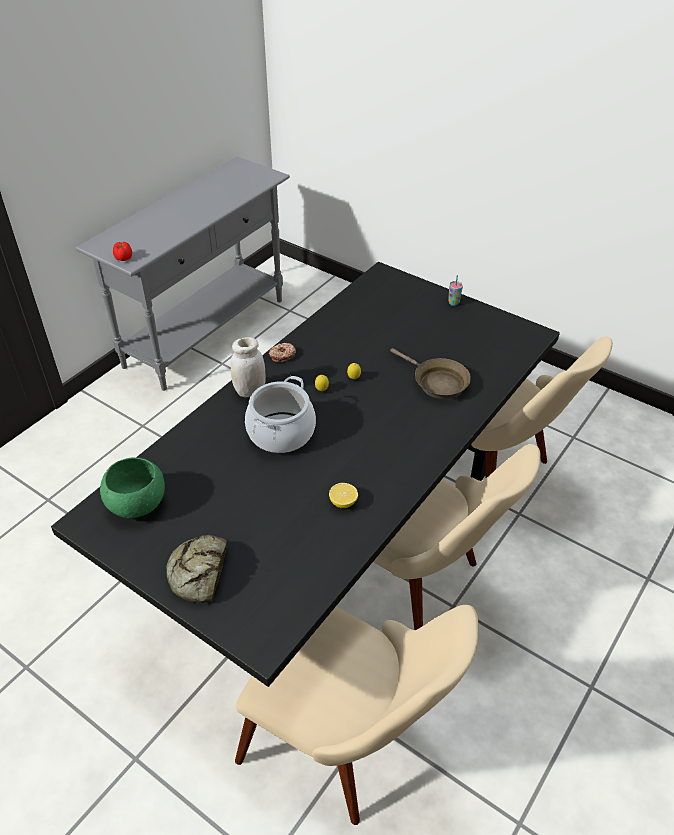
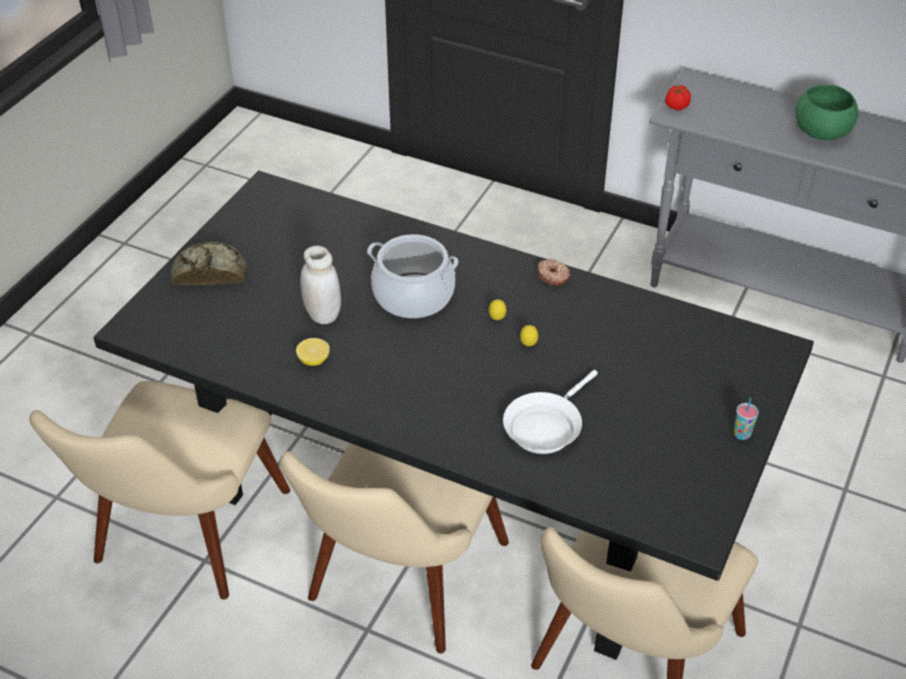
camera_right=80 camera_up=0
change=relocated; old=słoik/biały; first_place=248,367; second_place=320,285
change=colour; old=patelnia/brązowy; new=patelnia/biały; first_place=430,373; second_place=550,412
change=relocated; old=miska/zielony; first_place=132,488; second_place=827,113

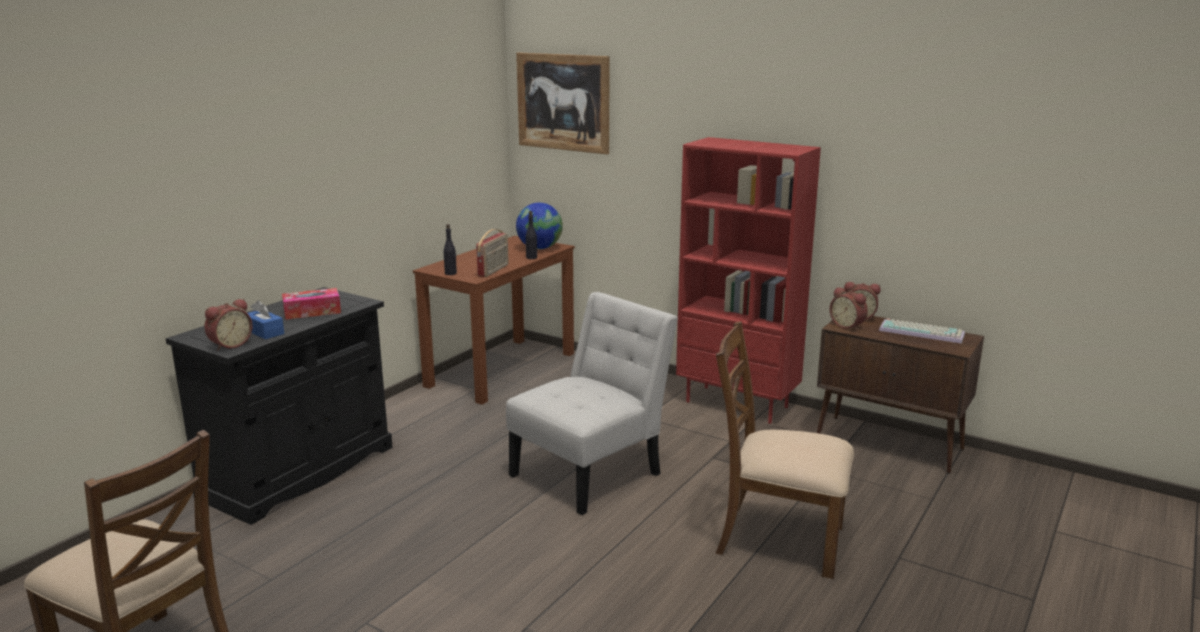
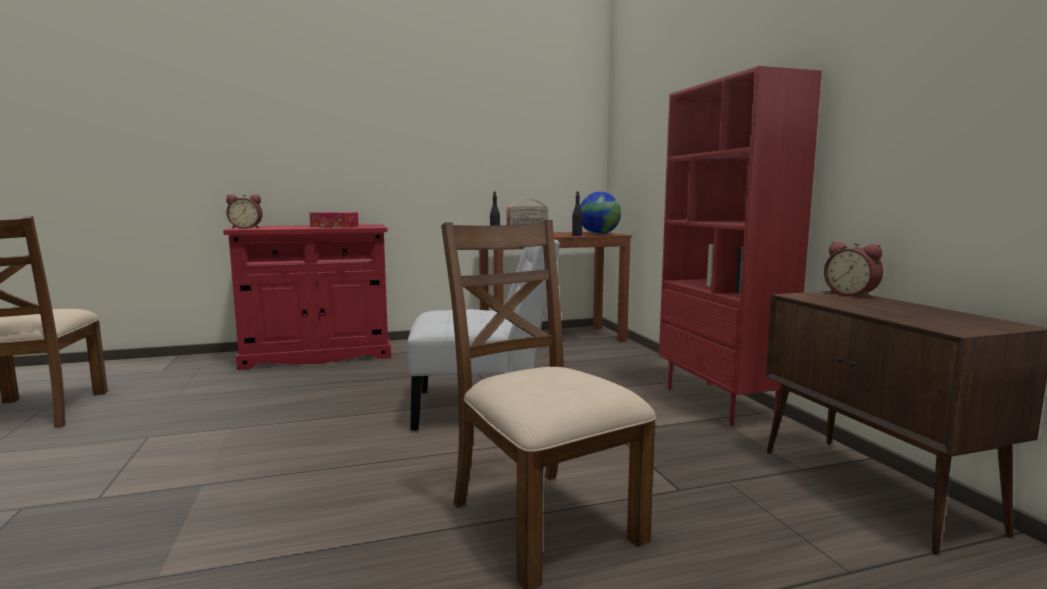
camera_right=40 camera_up=-10
change=missing; old=obraz; first_place=563,103
change=colour; old=szafka/czarny; new=szafka/czerwony; first_place=279,406; second_place=307,297
change=missing; old=budzik; first_place=849,308
change=missing; old=pudełko chusteczek/niebieski; first_place=266,319
change=missing; old=klawiatura; first_place=922,331

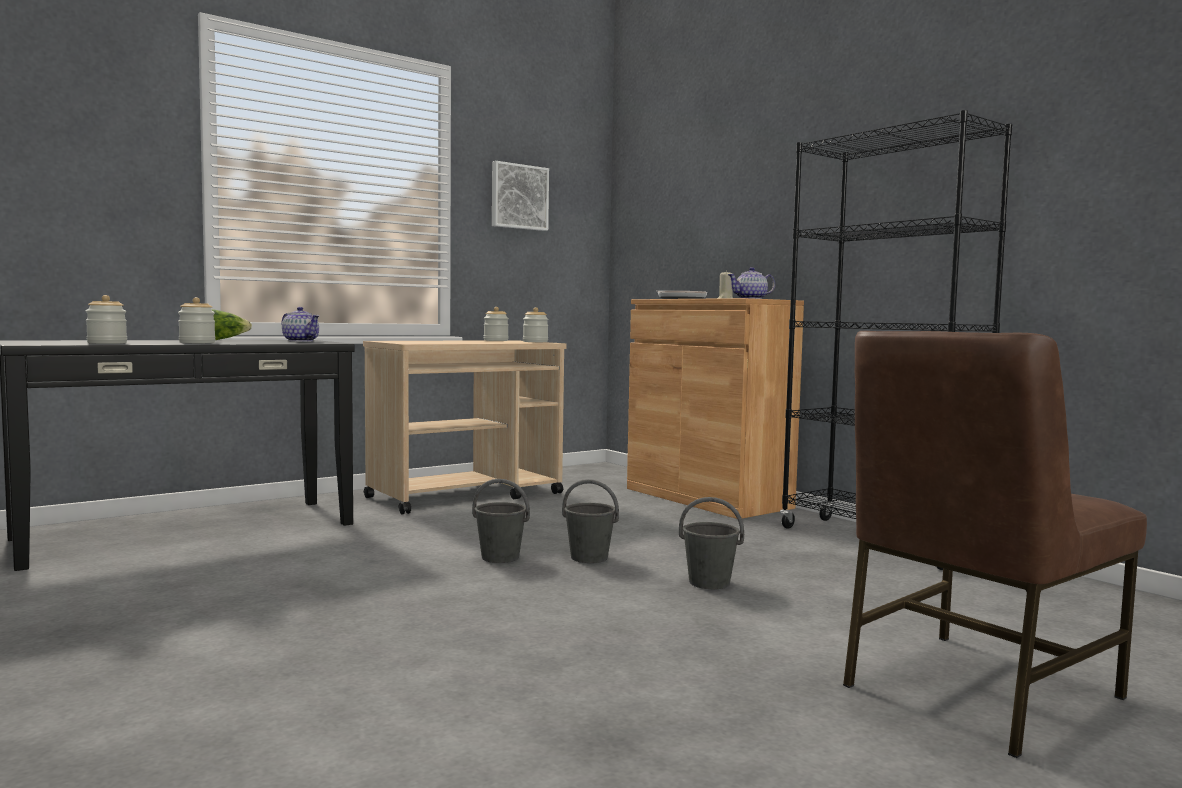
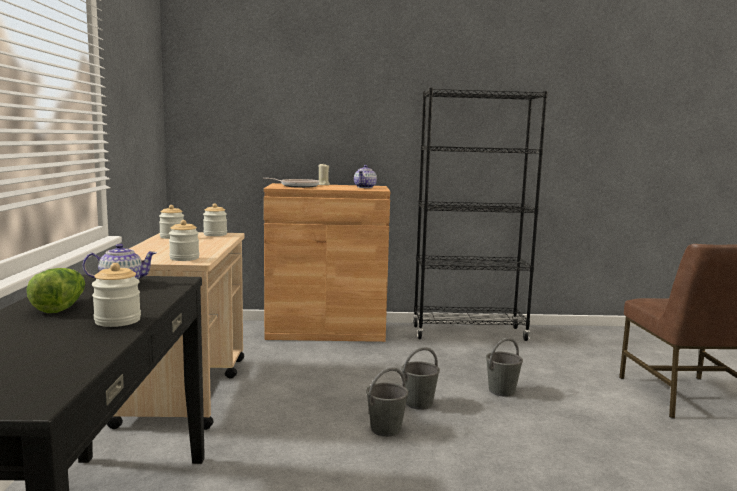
camera_right=-55 camera_up=5
change=missing; old=obraz; first_place=520,196
change=relocated; old=słoik; first_place=106,319; second_place=184,240

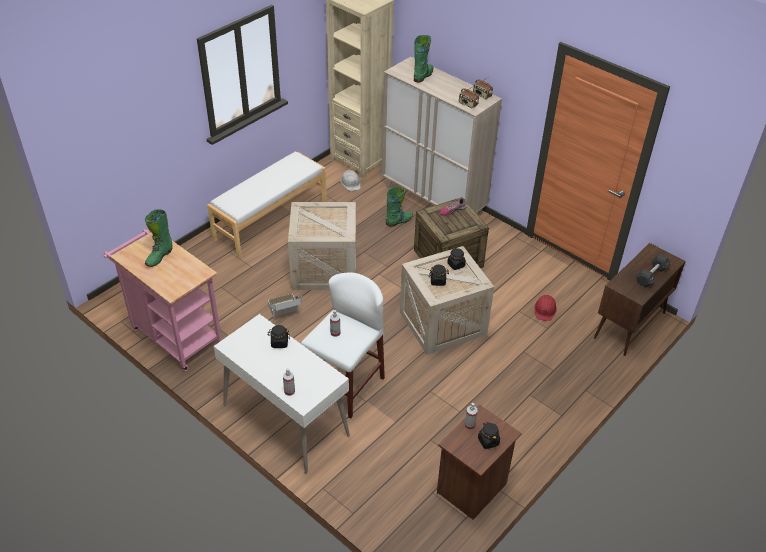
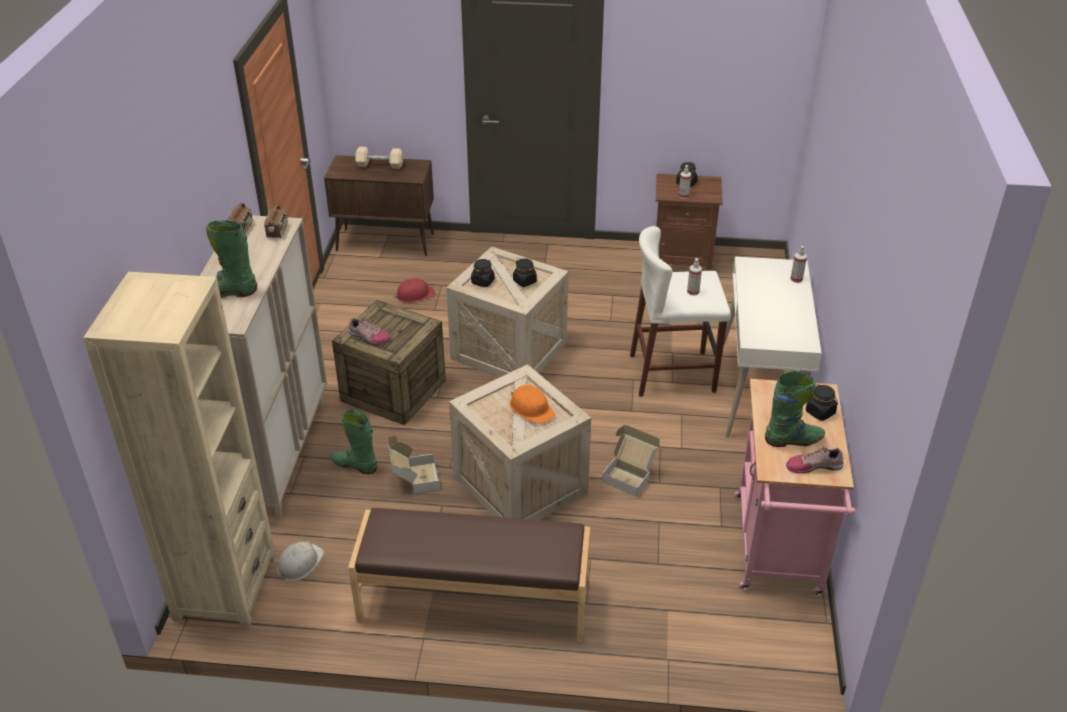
camera_right=-125 camera_up=-5
change=colour; old=ławka/biały; new=ławka/brązowy; first_place=267,205; second_place=469,575
change=colour; old=hantel/czarny; new=hantel/beżowy; first_place=653,270; second_place=379,158
change=relocated; old=słoik/czarny; first_place=279,336; second_place=822,402
change=appeared; new=kask/pomarańczowy; second_place=532,404
change=appeared; new=karton; second_place=414,464
change=appeared; new=but; second_place=815,460

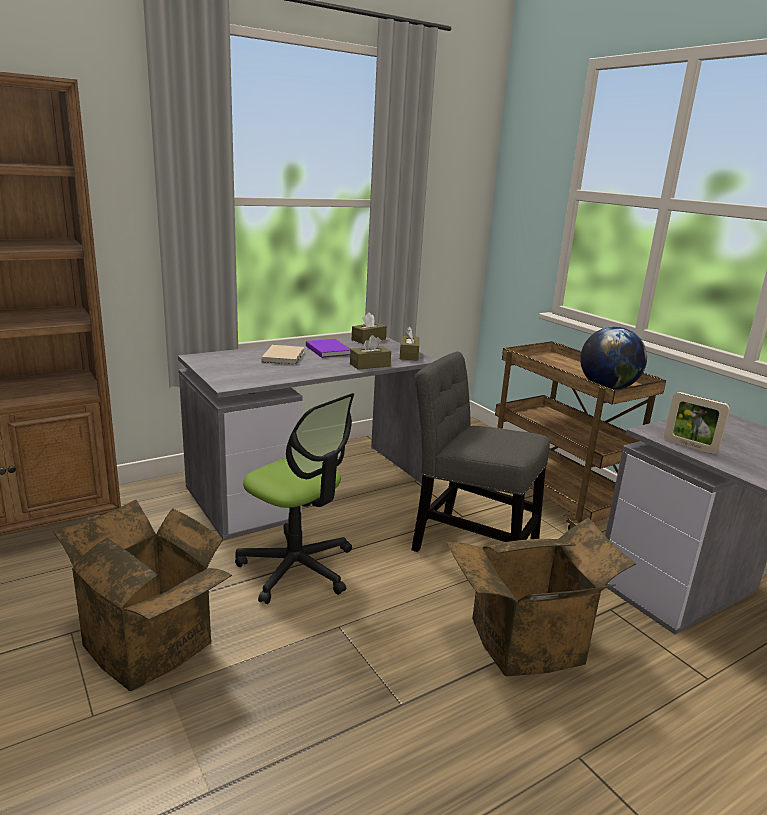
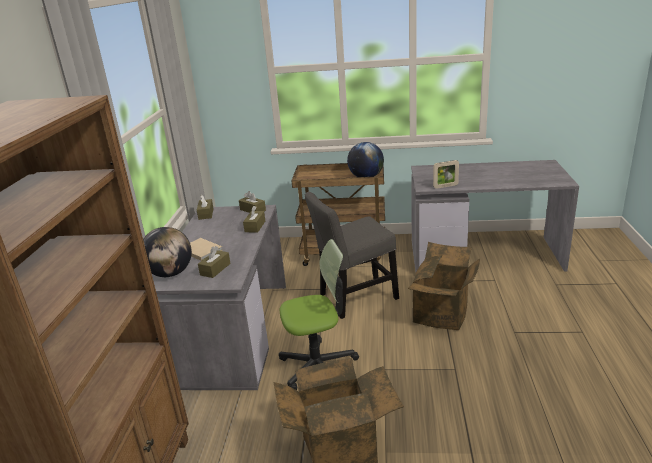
camera_right=-50 camera_up=5
change=missing; old=książka/fioletowy; first_place=328,348
change=appeared; new=globus; second_place=167,252
change=appeared; new=pudełko chusteczek/brązowy; second_place=214,262

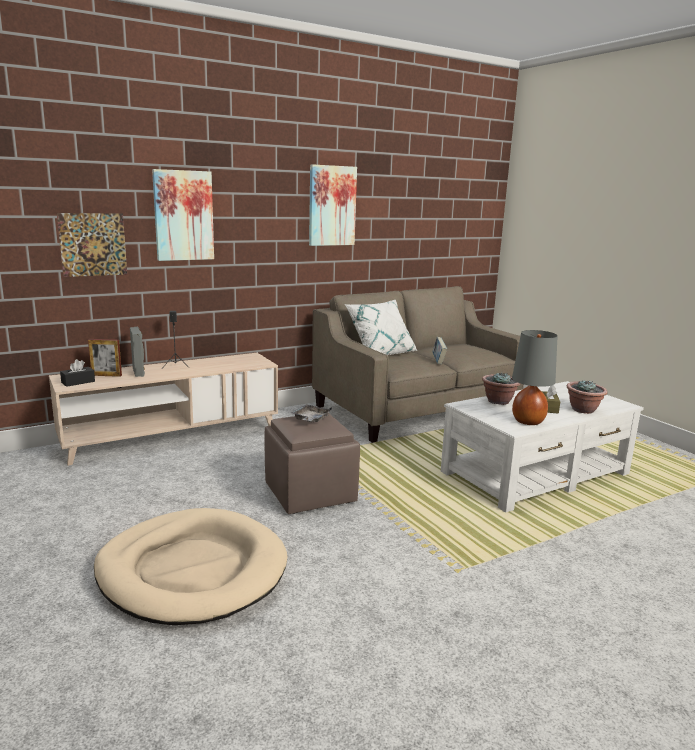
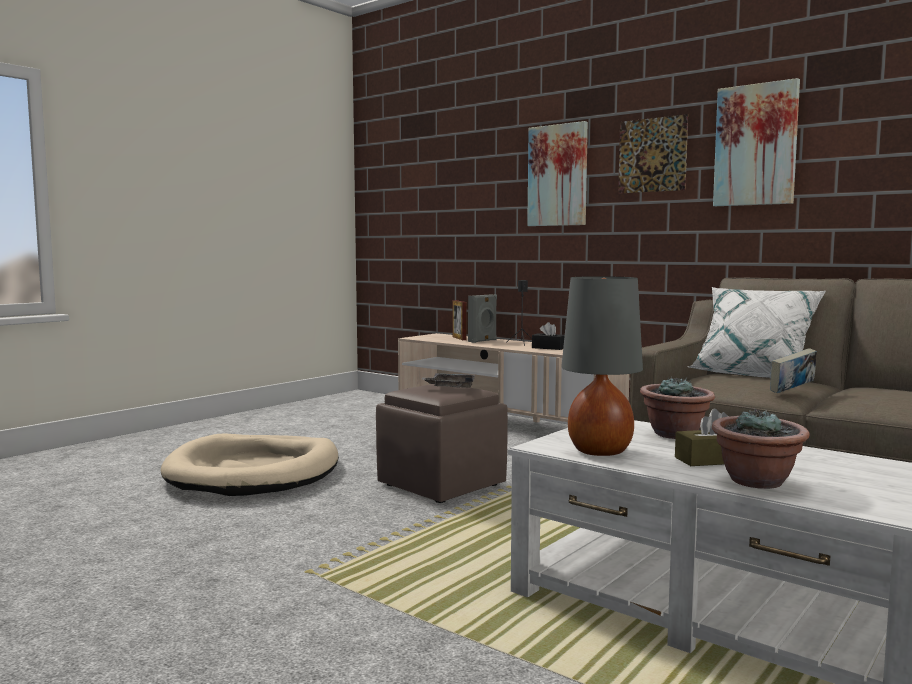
camera_right=70 camera_up=-10
change=relocated; old=obraz; first_place=92,245; second_place=653,153
change=relocated; old=pudełko chusteczek/czarny; first_place=77,373; second_place=548,336

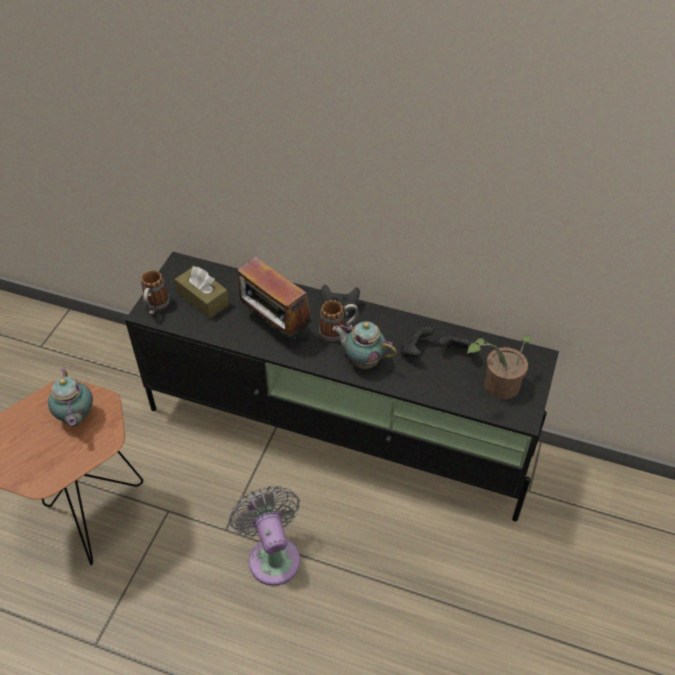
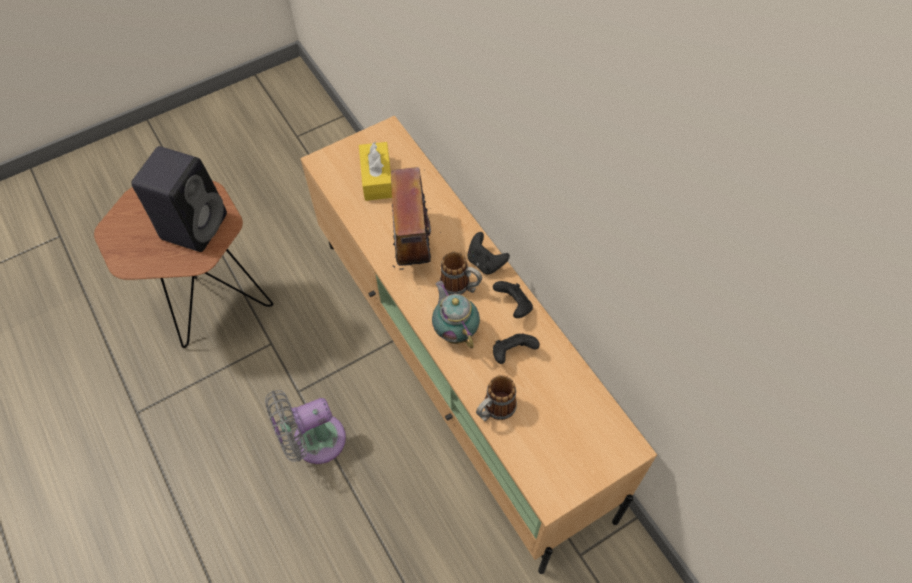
camera_right=40 camera_up=10
change=colour; old=szafka pod telewizor/czarny; new=szafka pod telewizor/beżowy; first_place=342,387; second_place=478,345
change=colour; old=pudełko chusteczek/brązowy; new=pudełko chusteczek/żółty; first_place=202,292; second_place=375,171
change=relocated; old=kubek; first_place=155,292; second_place=496,398
change=relocated; old=pad do gier/czarny; first_place=458,344; second_place=513,299
change=missing; old=roślina doniczkowa; first_place=499,367
change=exchanged; old=imbryk; new=głośnik/czarny; first_place=70,397; second_place=179,199
change=spun; old=wentylator/szary; first_place=264,536; second_place=305,427; degrees=-135

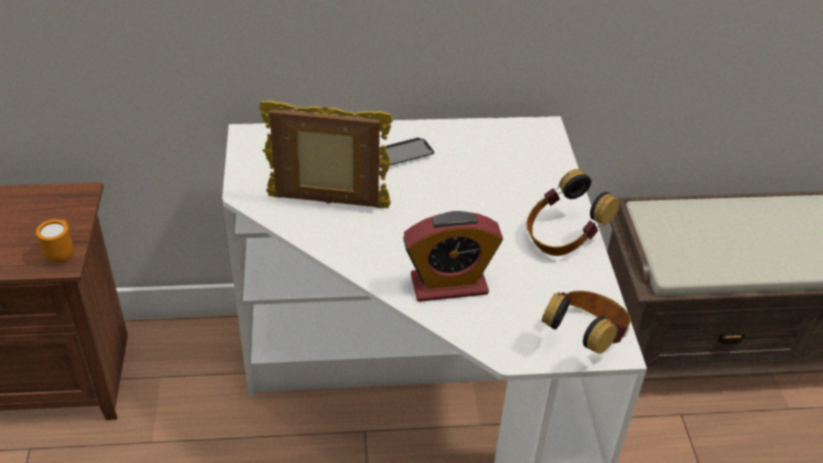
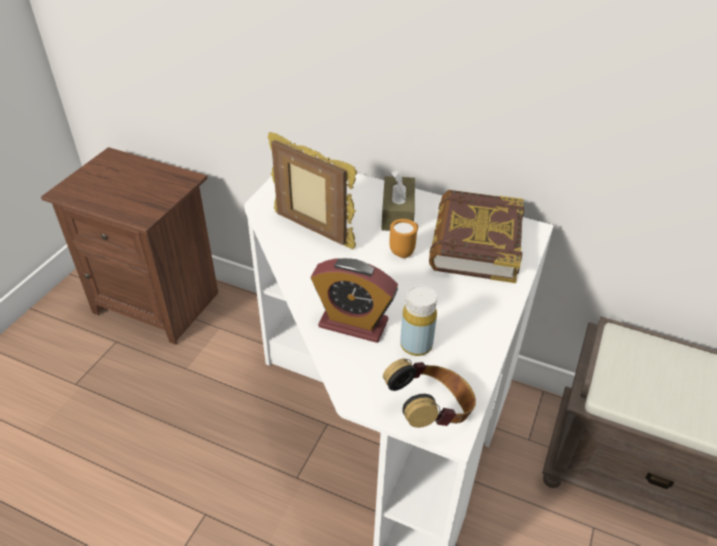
camera_right=30 camera_up=0
change=exchanged; old=telefon; new=pudełko chusteczek/brązowy; first_place=406,152; second_place=398,201
change=missing; old=słuchawki; first_place=572,212
change=relocated; old=kubek/pomarańczowy; first_place=54,241; second_place=403,238
change=appeared; new=książka; second_place=476,236
change=appeared; new=butelka/żółty; second_place=418,320

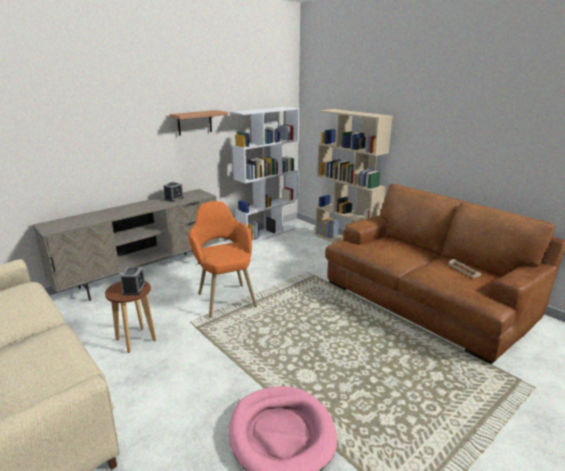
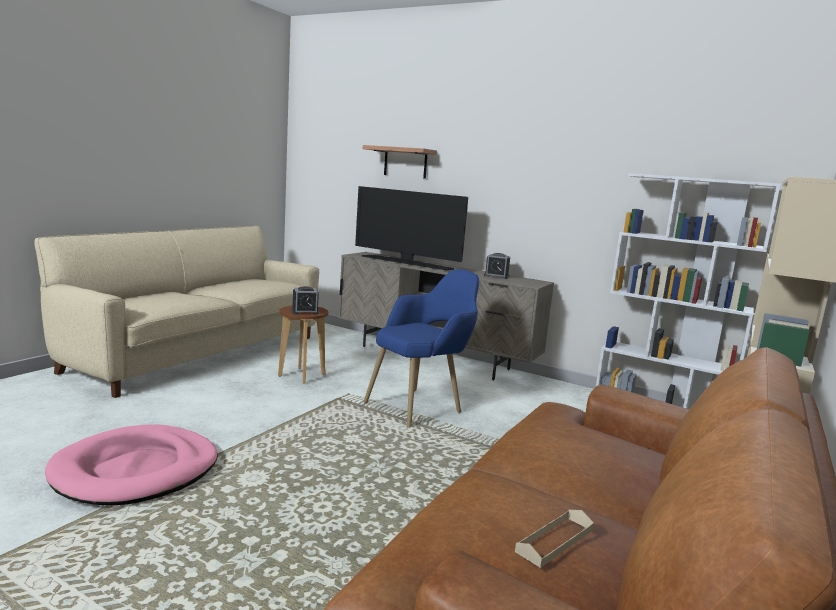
camera_right=70 camera_up=-10
change=relocated; old=półka; first_place=198,123; second_place=400,162
change=colour; old=fotel/pomarańczowy; new=fotel/niebieski; first_place=222,259; second_place=421,348
change=appeared; new=telewizor; second_place=411,228

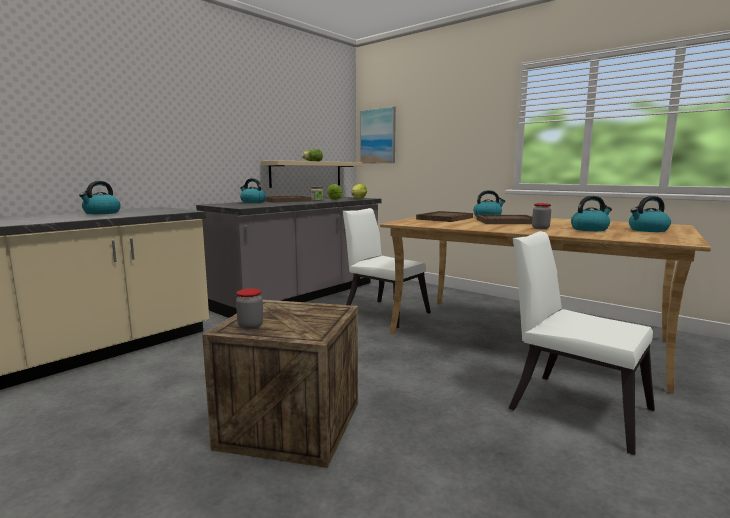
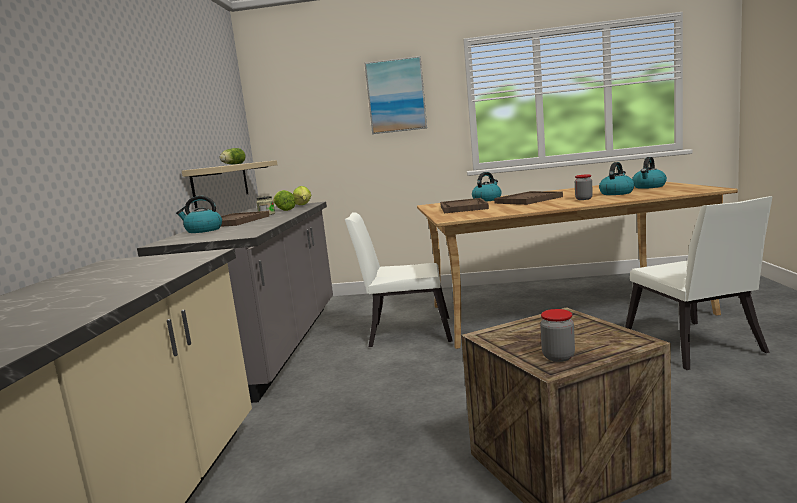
camera_right=-35 camera_up=0
change=relocated; old=obraz; first_place=378,135; second_place=396,95
change=missing; old=czajnik; first_place=100,197
change=spun; old=krzesło/biały; first_place=581,343; second_place=699,283; degrees=-105

